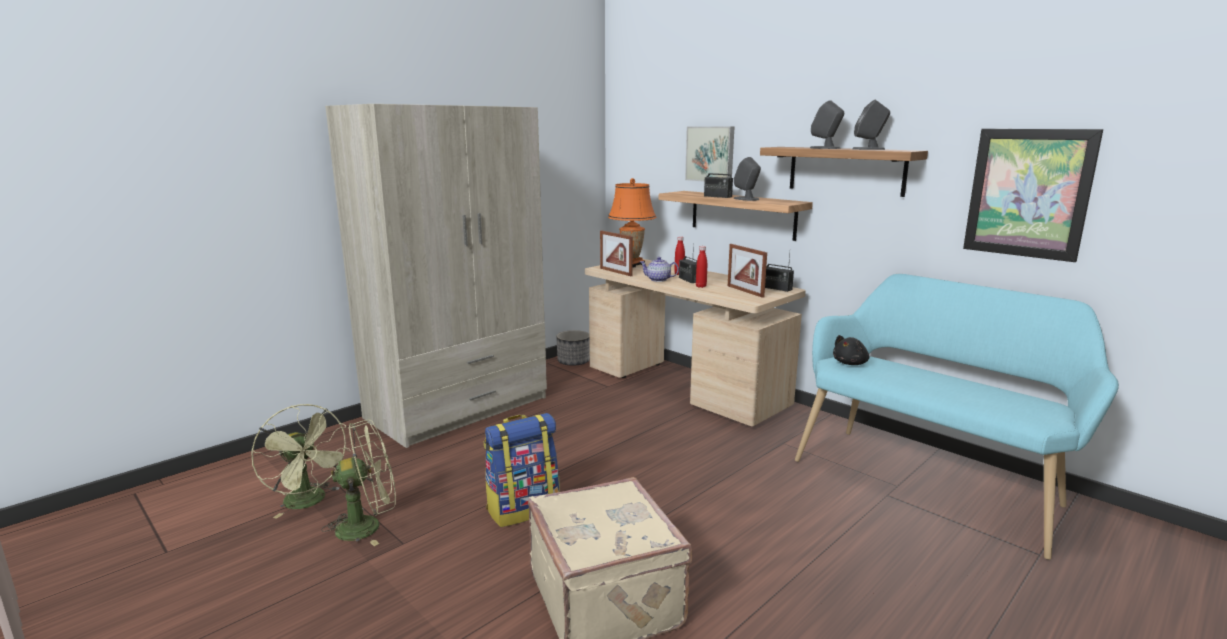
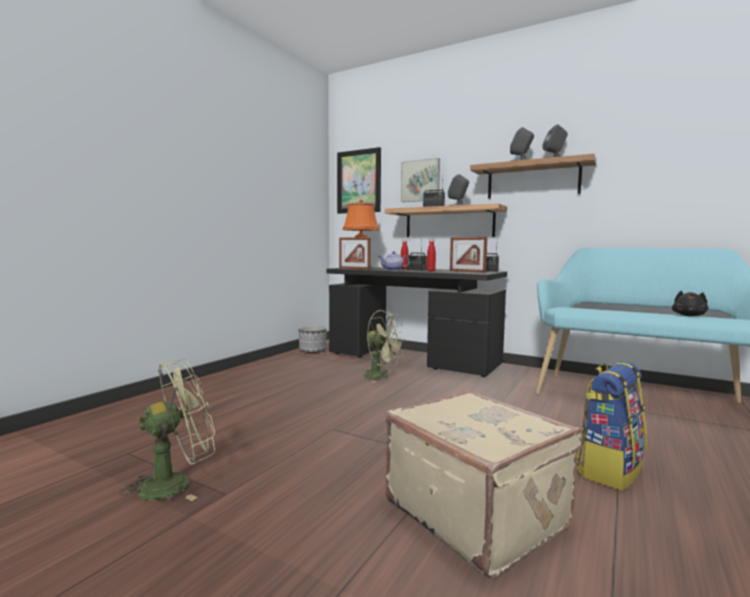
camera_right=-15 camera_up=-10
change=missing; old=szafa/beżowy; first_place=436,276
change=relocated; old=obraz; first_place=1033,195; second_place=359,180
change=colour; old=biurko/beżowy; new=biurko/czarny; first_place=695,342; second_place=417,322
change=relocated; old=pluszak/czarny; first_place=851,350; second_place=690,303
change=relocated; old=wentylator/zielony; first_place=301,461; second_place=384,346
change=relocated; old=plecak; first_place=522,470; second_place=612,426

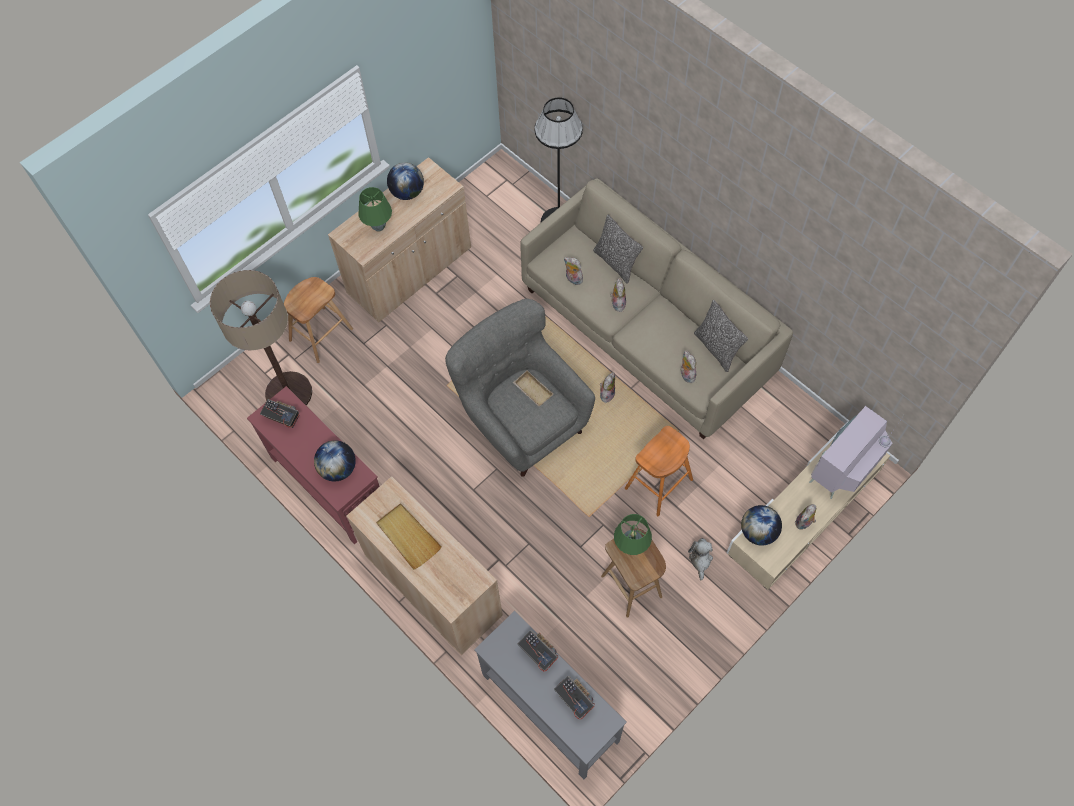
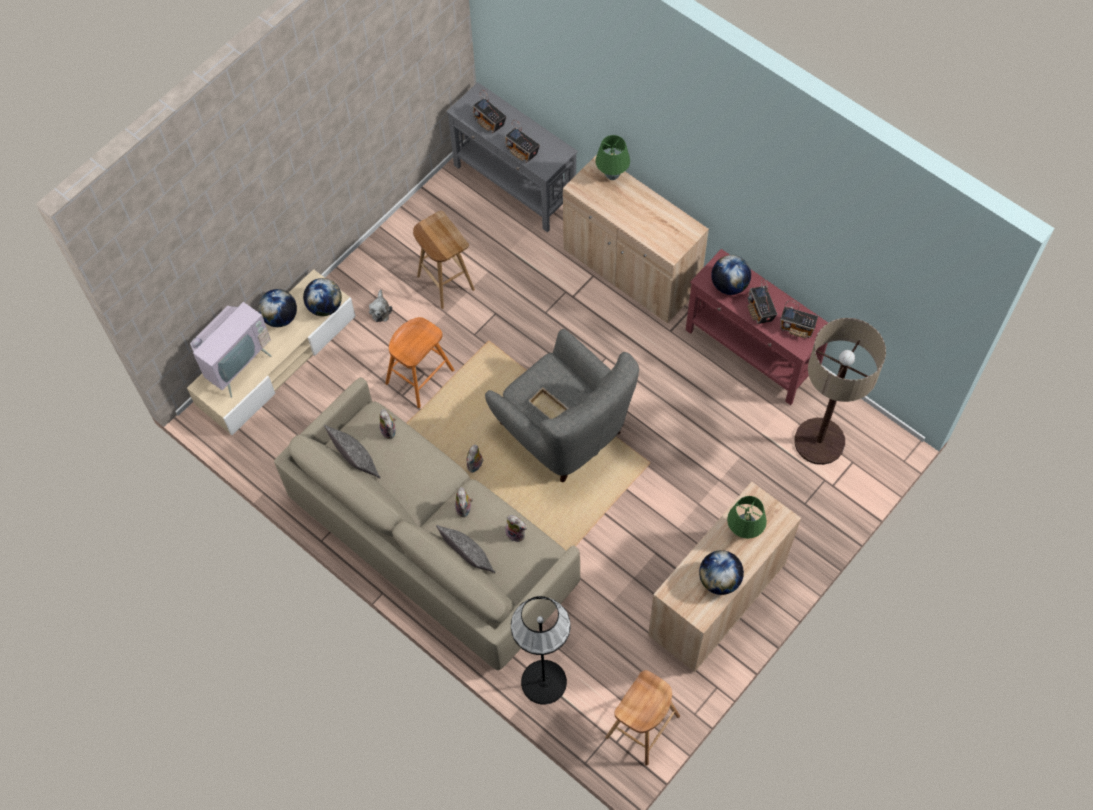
camera_right=175 camera_up=0
change=relocated; old=stołek/brązowy; first_place=318,320; second_place=642,718
change=missing; old=taca/beżowy; first_place=409,536
change=exchanged; old=pluszak; new=globus; first_place=805,517; second_place=277,308
change=relocated; old=lampa stołowa/zielony; first_place=633,534; second_place=612,157
change=appeared; new=radio; second_place=762,301

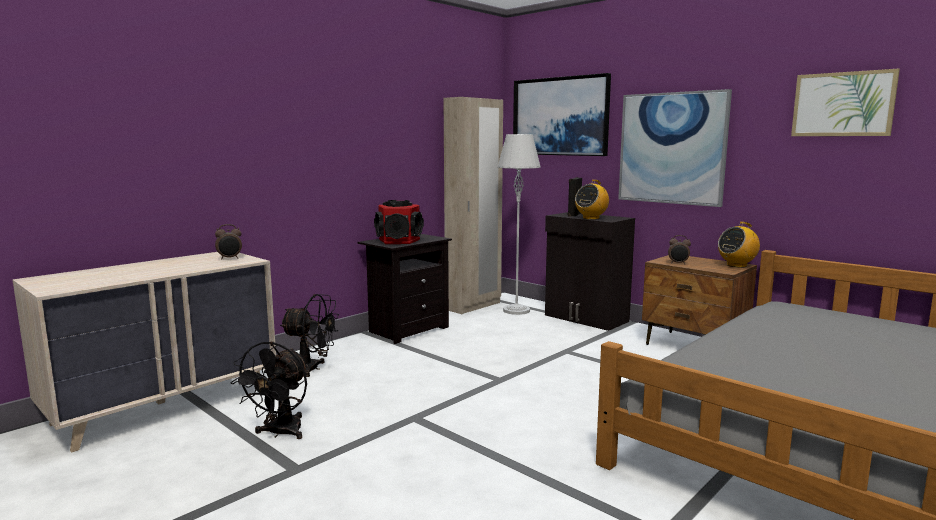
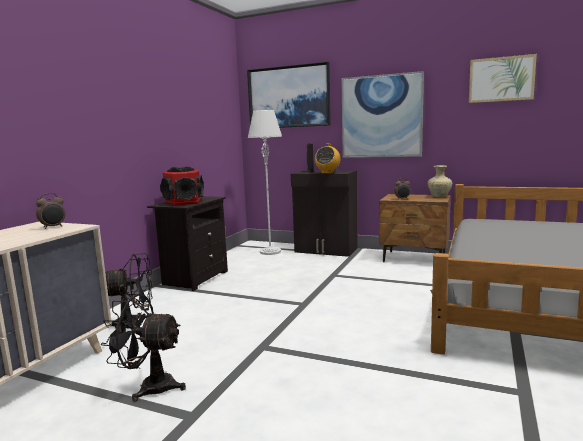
camera_right=-20 camera_up=0
change=missing; old=szafa/beżowy; first_place=473,205
change=exchanged; old=radio; new=wazon/beżowy; first_place=739,245; second_place=440,181
change=spun; old=wentylator/czarny; first_place=269,390; second_place=143,348; degrees=105

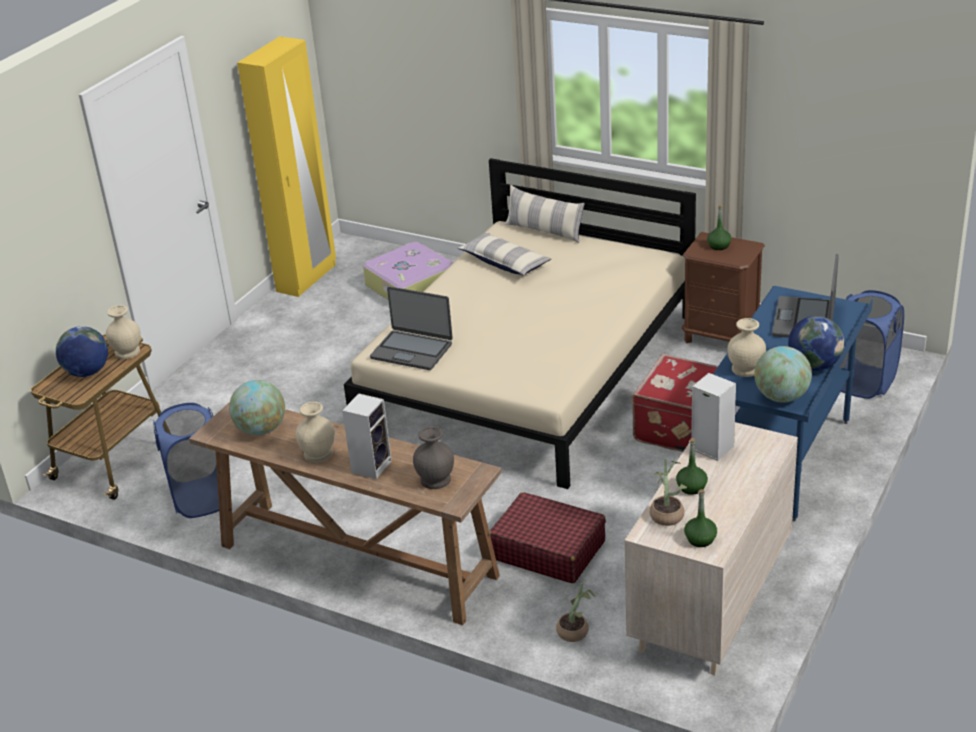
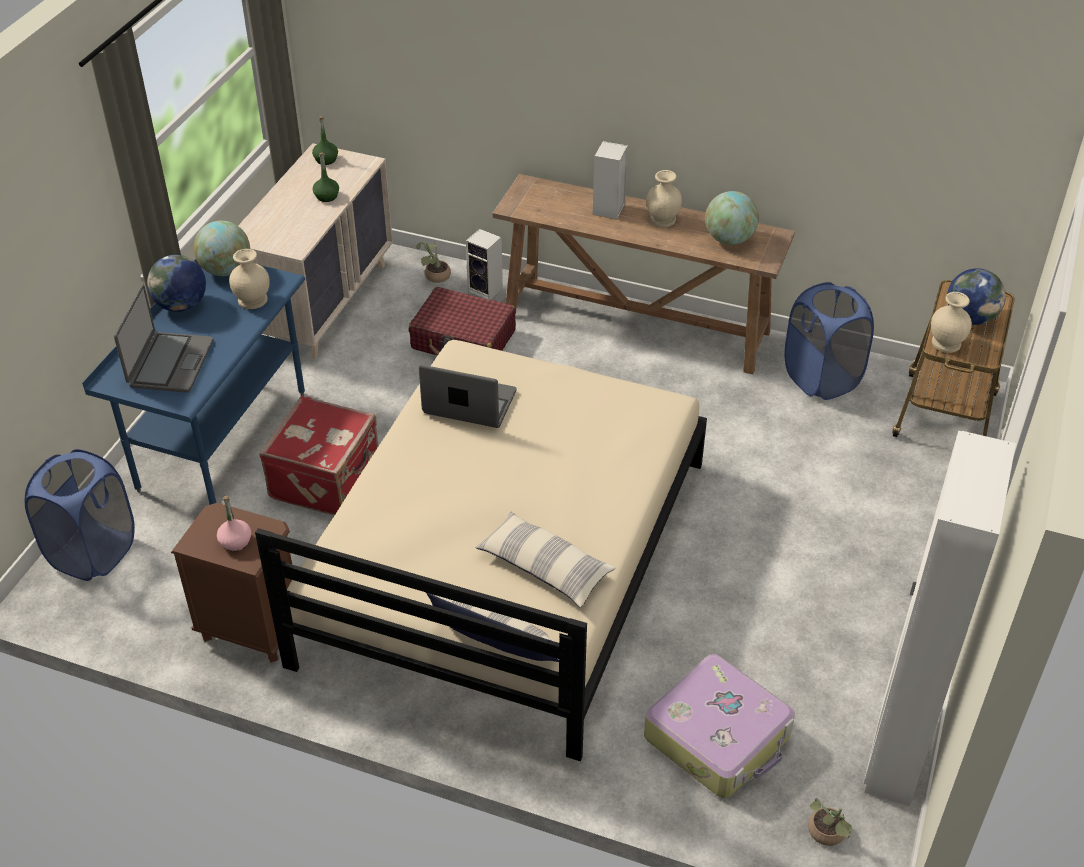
camera_right=170 camera_up=10
change=colour; old=szafa/żółty; new=szafa/biały; first_place=286,166; second_place=940,619
change=colour; old=butelka/zielony; new=butelka/różowy; first_place=719,227; second_place=234,524
change=relocated; old=laptop; first_place=411,328; second_place=467,396
change=relocated; old=głośnik; first_place=713,417; second_place=484,264
change=missing; old=wazon/szary; first_place=433,458
change=relocated; old=roślina doniczkowa; first_place=668,492; second_place=830,822

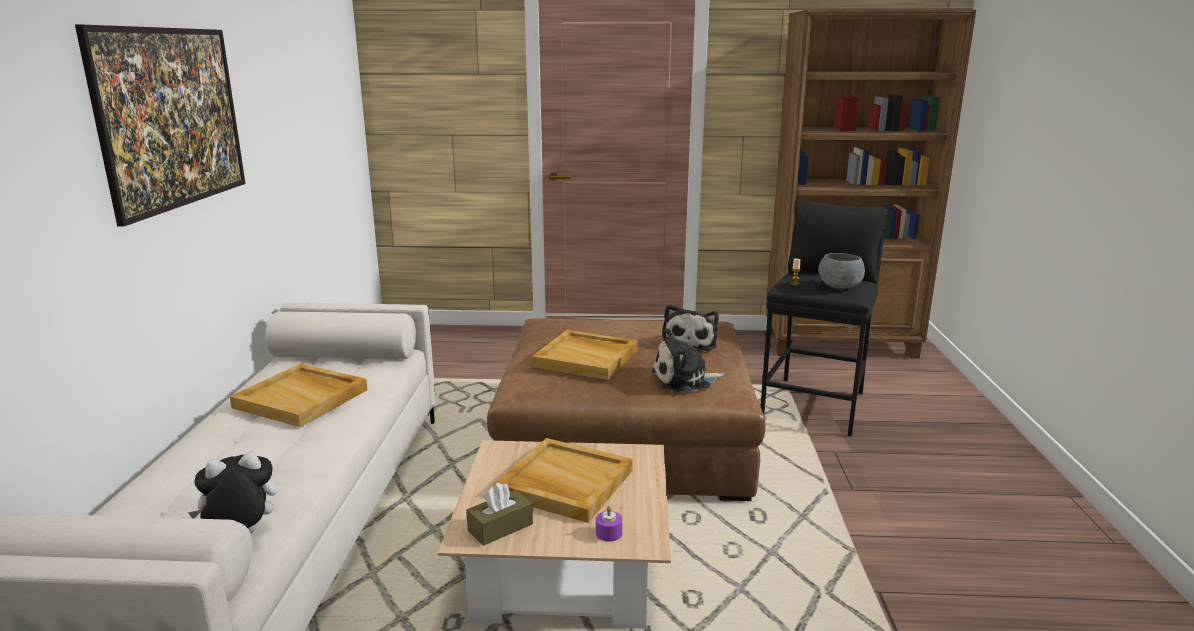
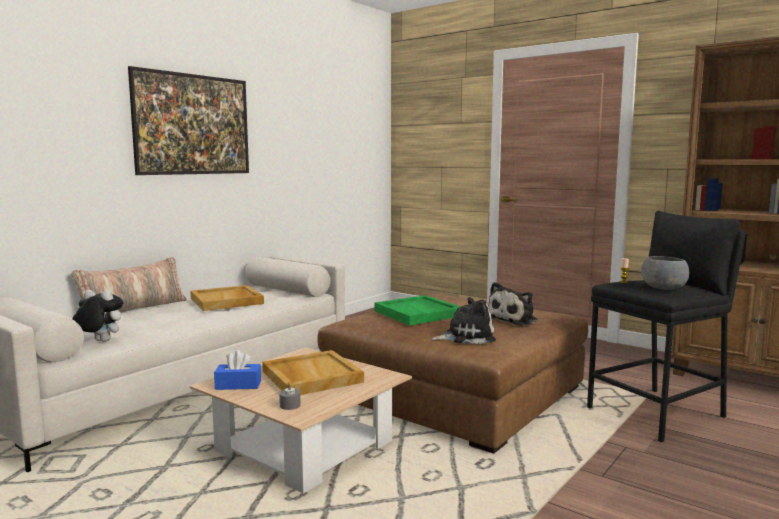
camera_right=35 camera_up=-10
change=spun; old=pluszak; first_place=688,360; second_place=463,320; degrees=150
change=colour; old=taca/beżowy; new=taca/zielony; first_place=585,355; second_place=418,310
change=colour; old=pudełko chusteczek/brązowy; new=pudełko chusteczek/niebieski; first_place=499,514; second_place=237,370
change=colour; old=świeca/fioletowy; new=świeca/szary; first_place=609,524; second_place=290,396
change=appeared; new=poduszka; second_place=129,285

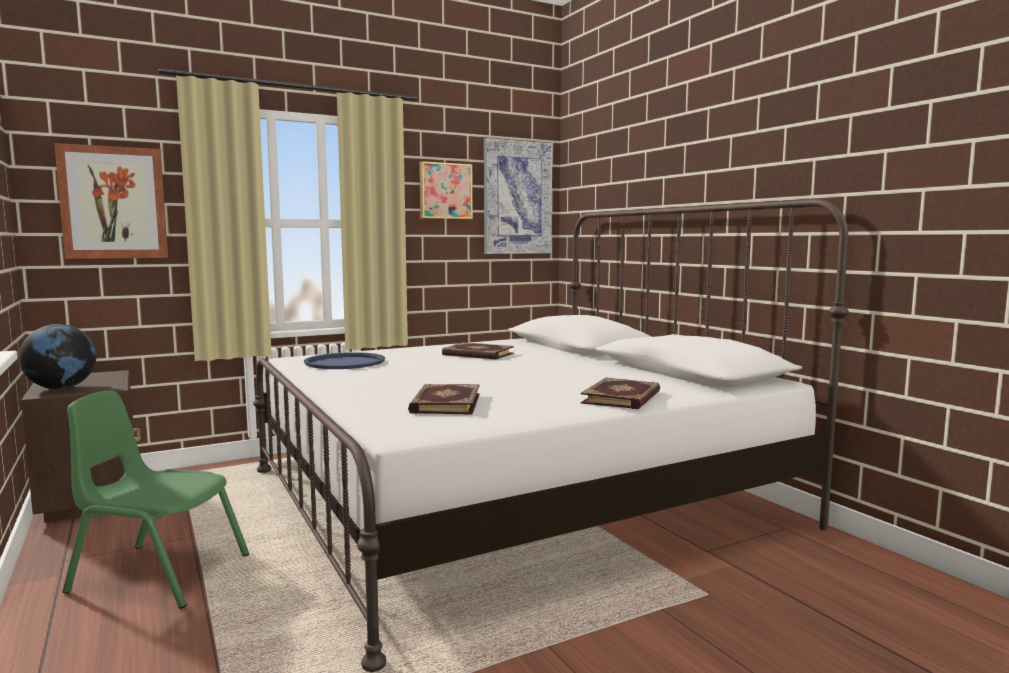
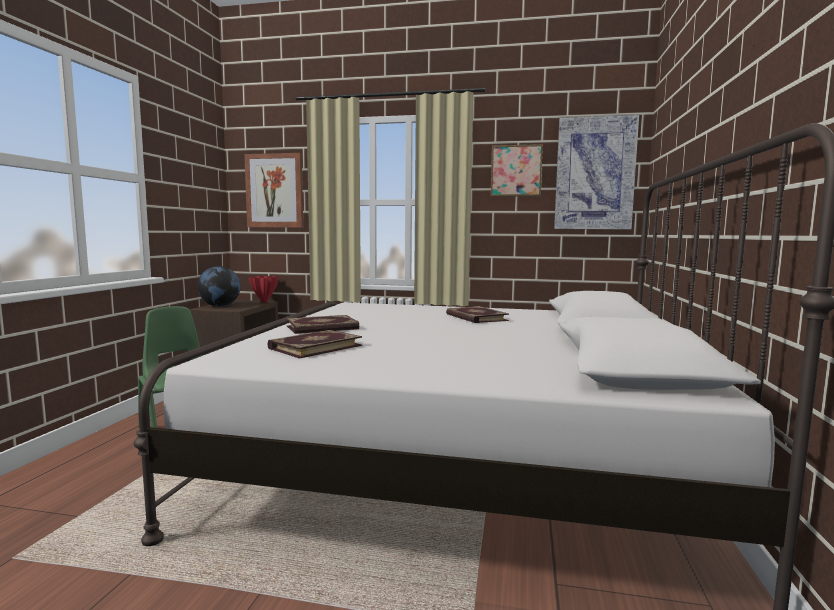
camera_right=40 camera_up=0
change=missing; old=taca/niebieski; first_place=344,360
change=relocated; old=książka; first_place=620,393; second_place=322,324
change=appeared; new=wazon/czerwony; second_place=264,289

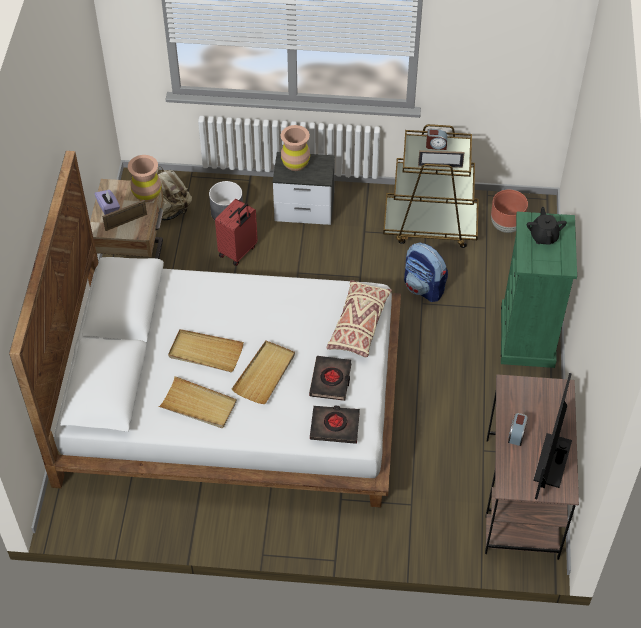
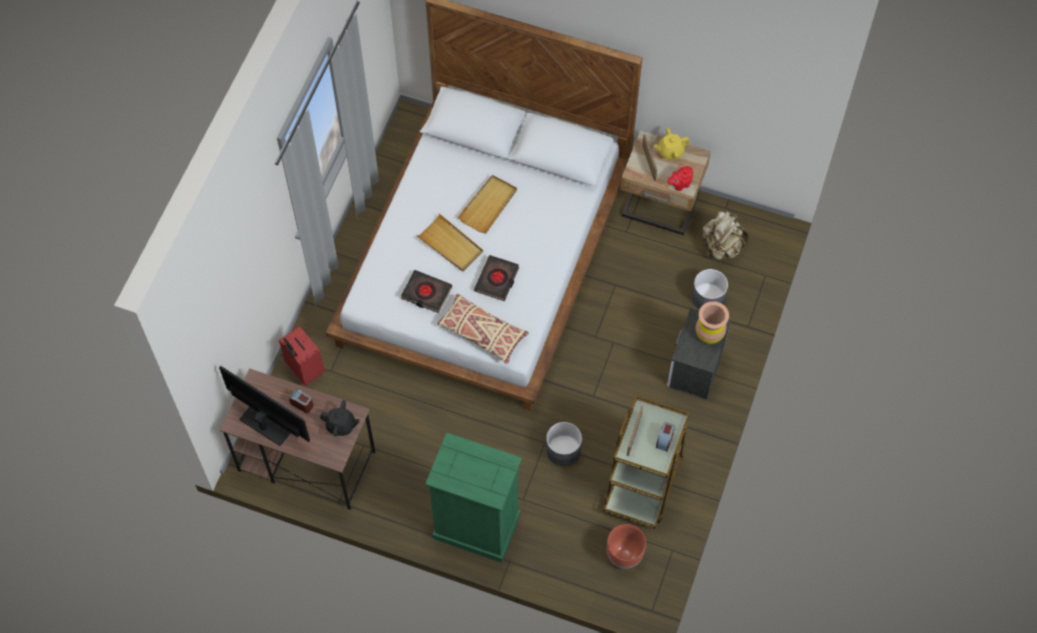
camera_right=105 camera_up=10
change=exchanged; old=wazon/brązowy; new=imbryk/czerwony; first_place=144,178; second_place=680,178
change=exchanged; old=pudełko chusteczek/fioletowy; new=imbryk/żółty; first_place=107,202; second_place=672,144
change=relocated; old=walizka/czerwony; first_place=236,232; second_place=302,356
change=relocated; old=imbryk/czarny; first_place=547,226; second_place=340,418
change=exchanged; old=plecak; new=donica/szary; first_place=426,272; second_place=564,444
change=missing; old=taca/beżowy; first_place=197,402
change=relocated; old=książka/czarny; first_place=335,425; second_place=496,278

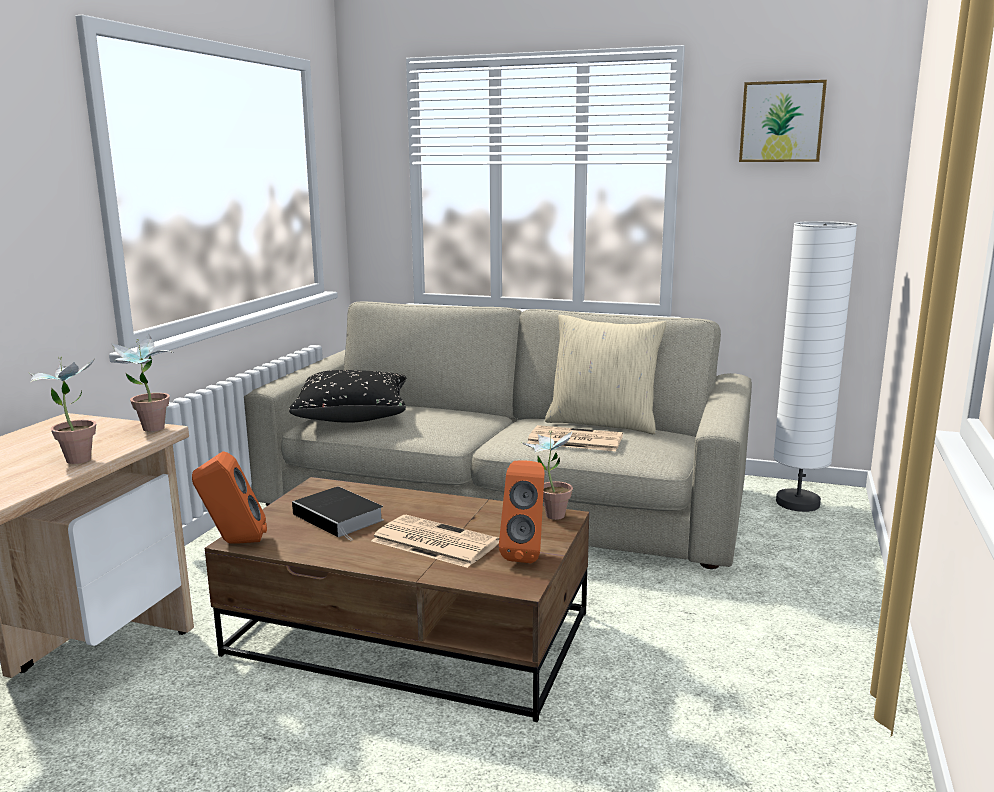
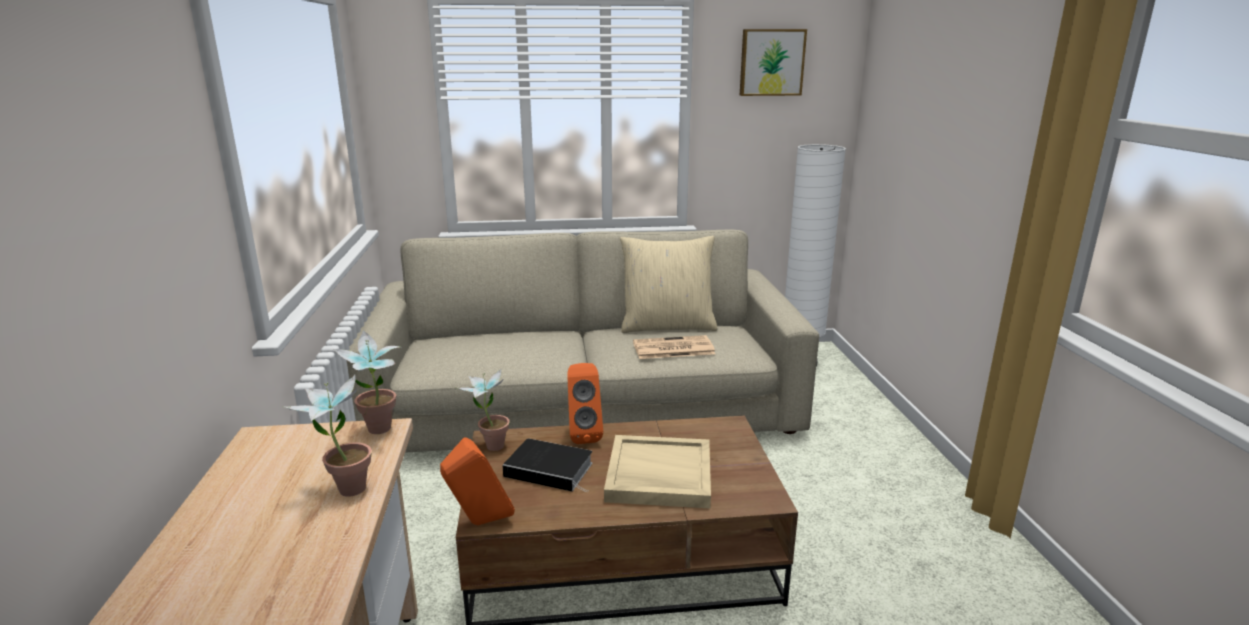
camera_right=-25 camera_up=5
change=missing; old=poduszka/czarny; first_place=347,396
change=relocated; old=roślina doniczkowa; first_place=546,475; second_place=482,410
change=relocated; old=głośnik/pomarańczowy; first_place=521,511; second_place=585,403
change=exchanged; old=gazeta; new=taca/beżowy; first_place=435,541; second_place=657,471

